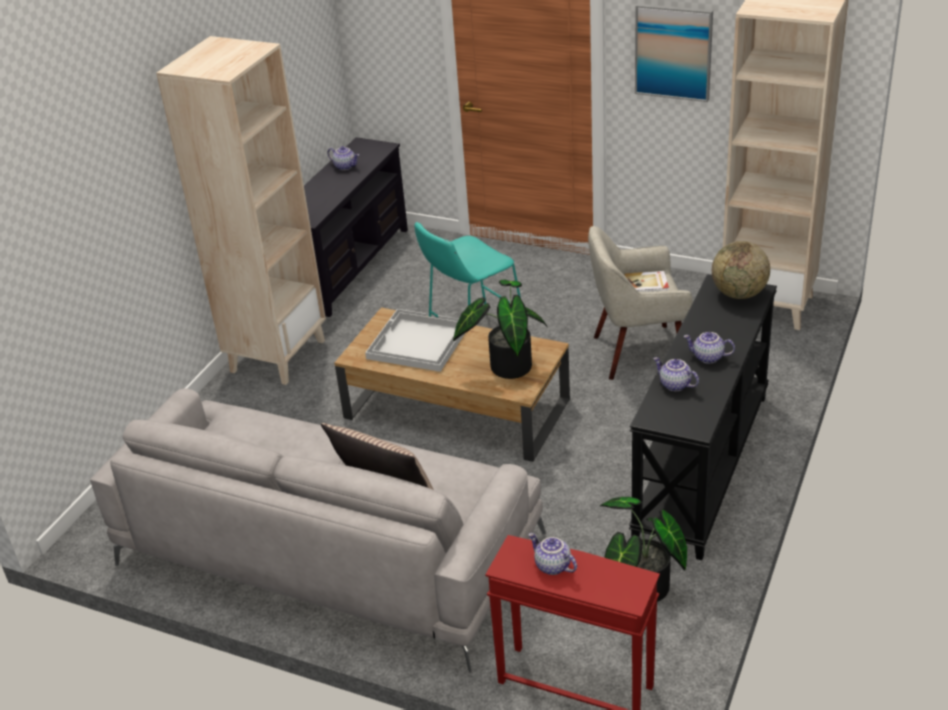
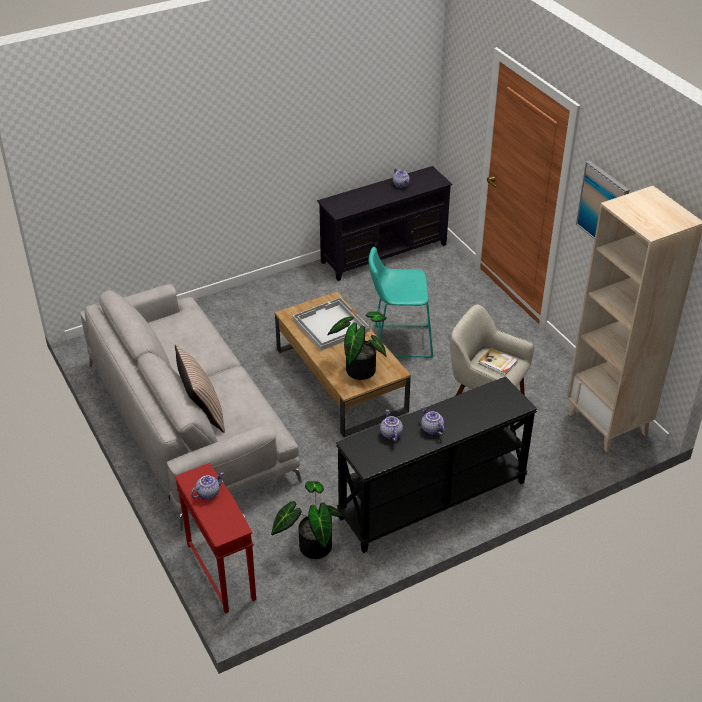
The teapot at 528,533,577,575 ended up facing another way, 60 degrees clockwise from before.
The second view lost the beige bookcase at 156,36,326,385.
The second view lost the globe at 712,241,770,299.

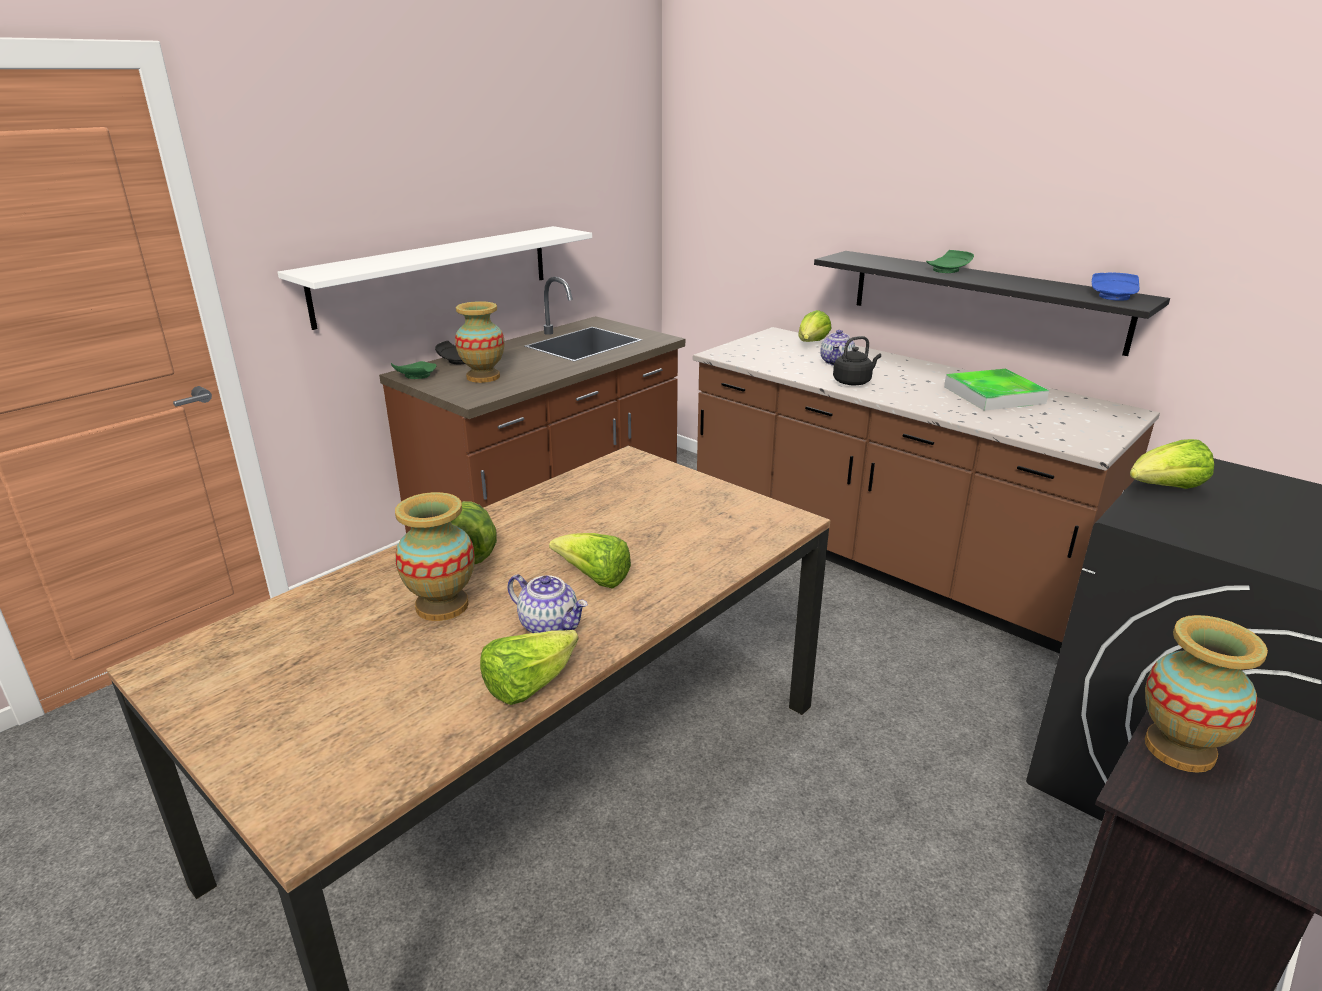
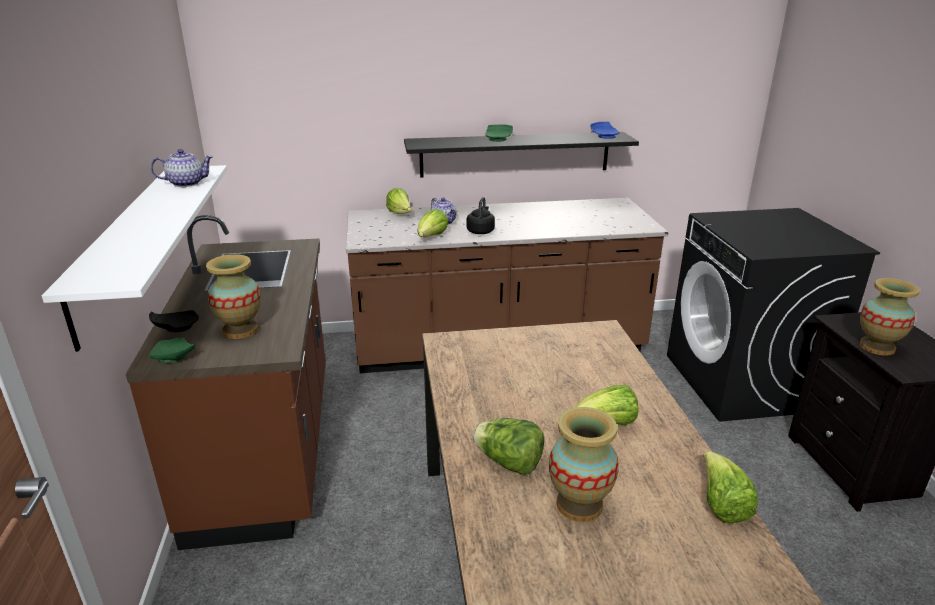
The teapot ended up elsewhere, having gone from 507,574,588,633 to 151,149,213,187.
The lettuce ended up elsewhere, having gone from 1130,439,1214,489 to 418,209,449,237.
The second view lost the tray at 944,369,1049,411.

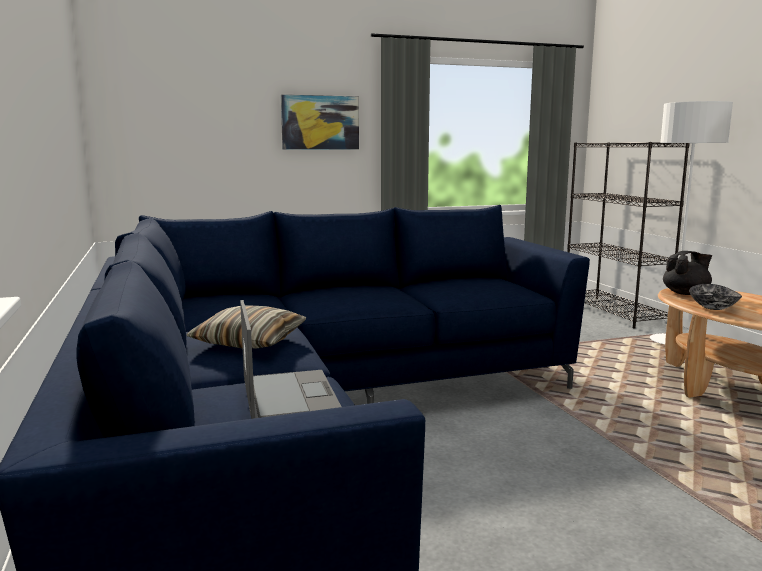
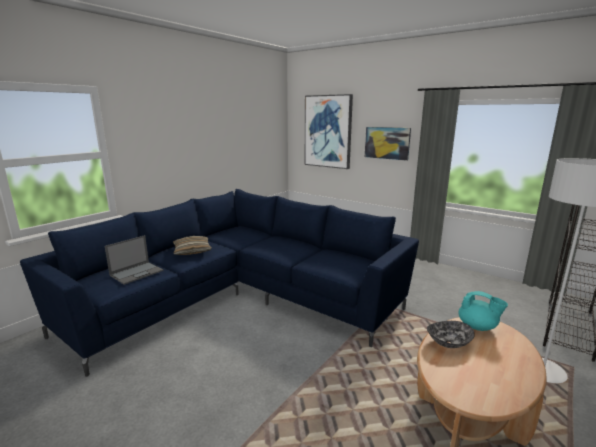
The second view gained the picture at 305,94,353,169.
What was the black teapot at 663,251,712,295 turned into the turquoise teapot at 458,291,508,331.

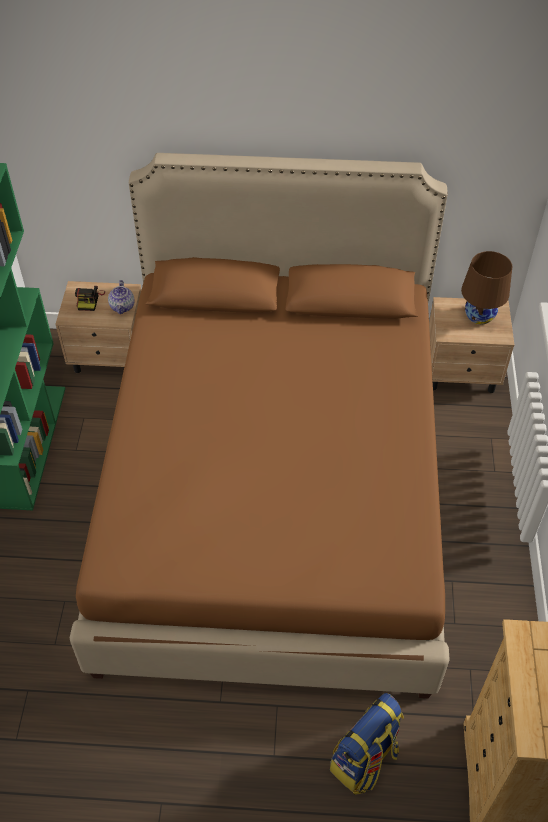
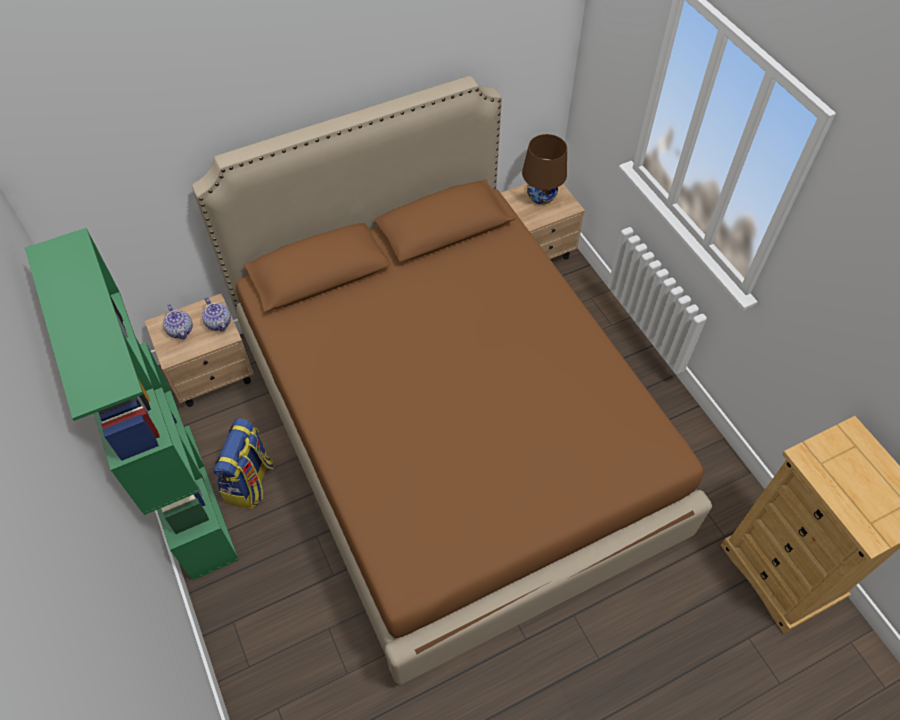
Where the photo camera stood at 75,286,105,311, the teapot came to stand at 163,304,193,340.
The backpack ended up elsewhere, having gone from 330,693,404,795 to 213,418,274,509.

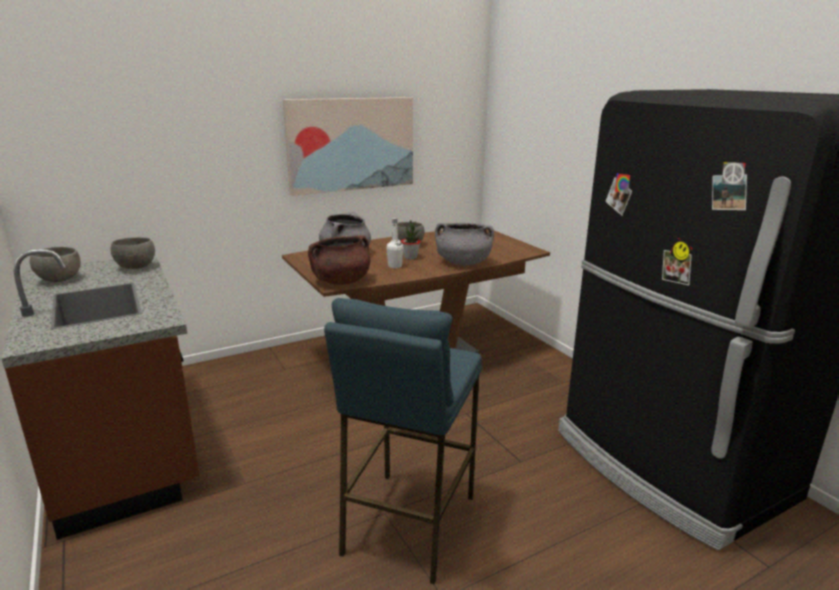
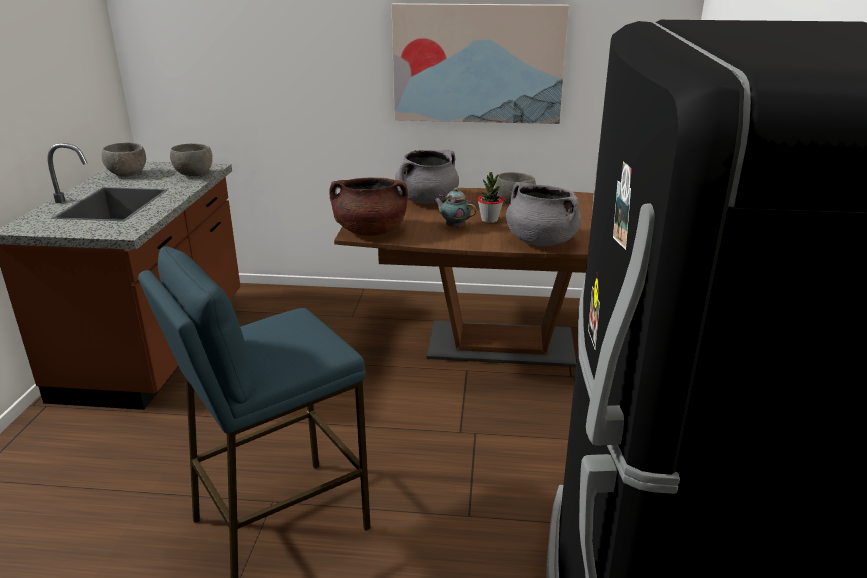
Where the white bottle stood at 386,218,403,268, the teapot came to stand at 434,188,477,228.

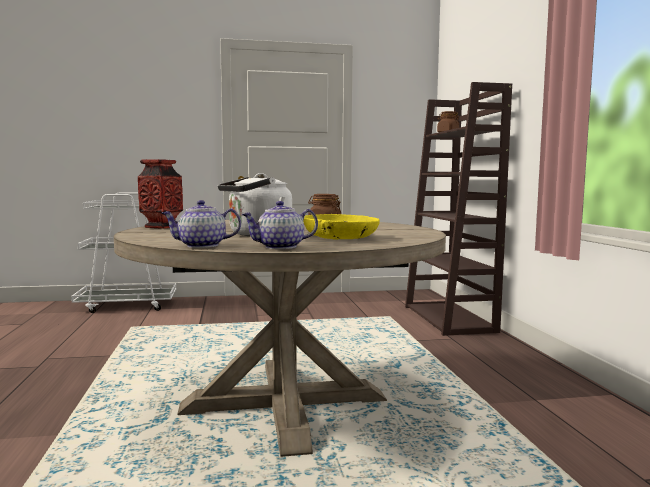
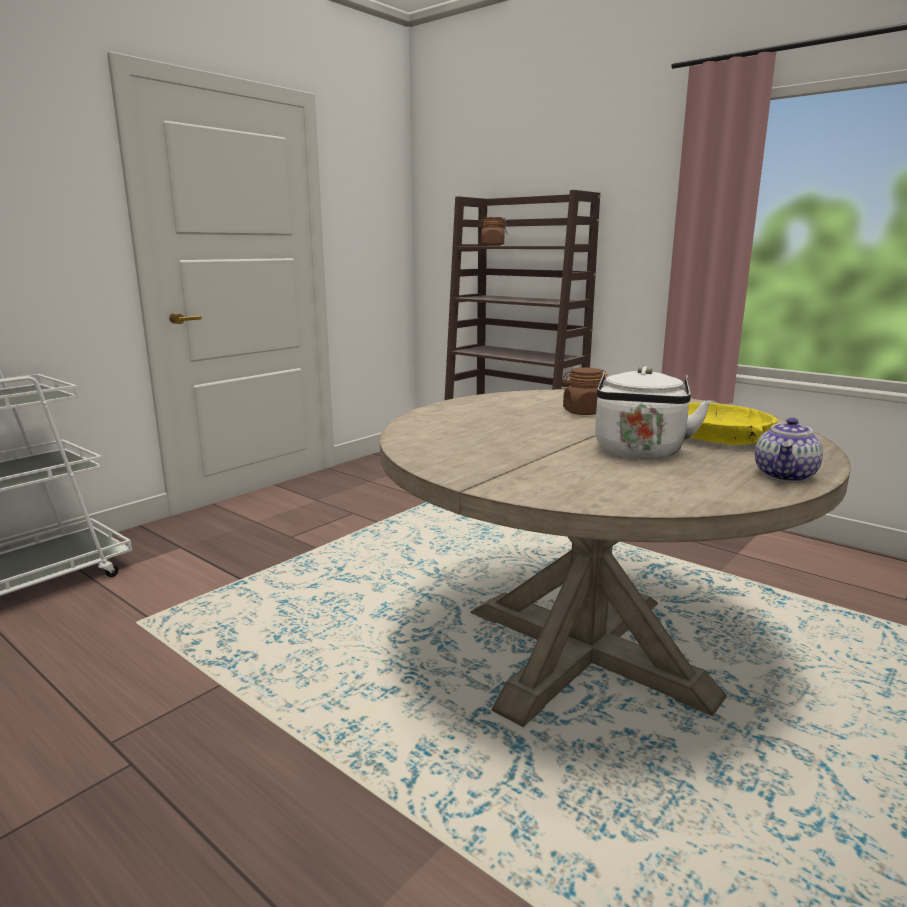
The second view lost the vase at 138,159,183,229.
The second view lost the teapot at 161,200,241,248.

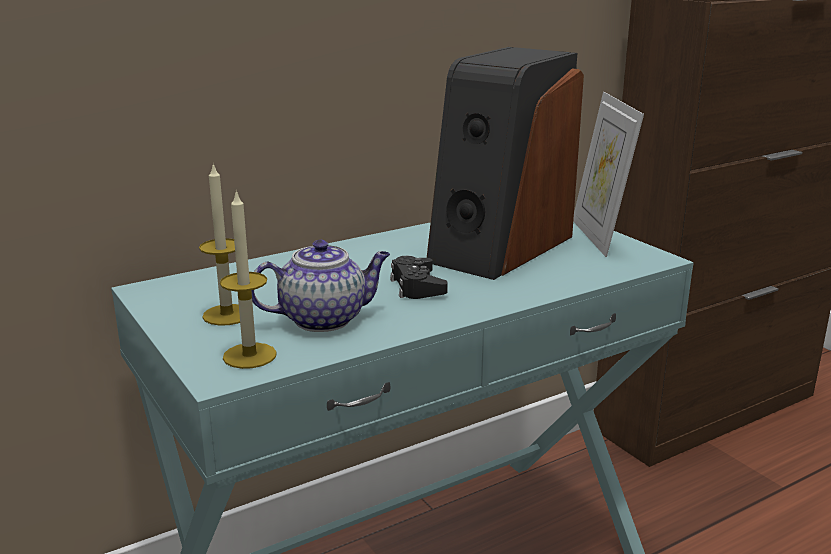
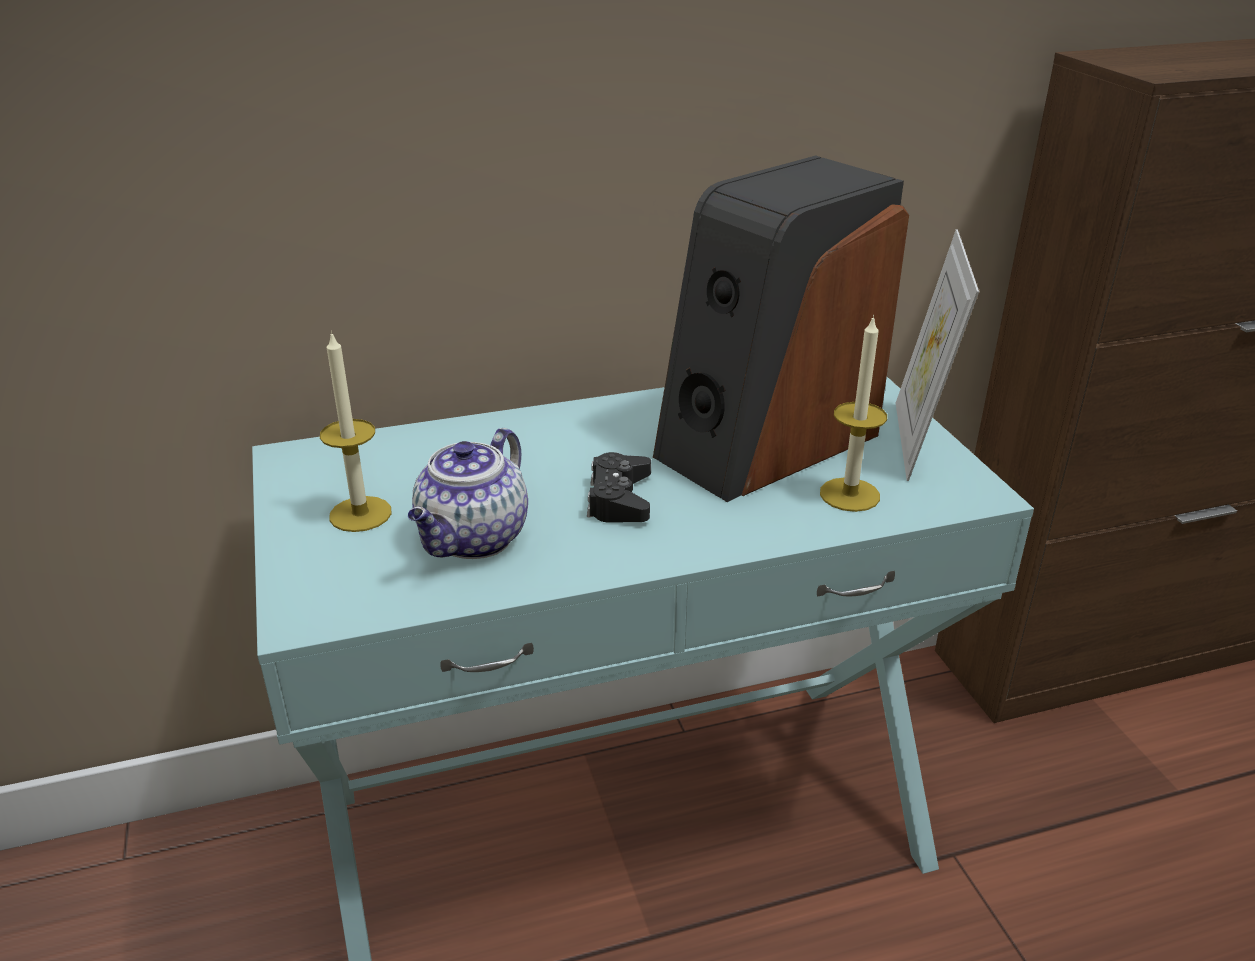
The teapot at 251,240,390,332 ended up facing another way, 120 degrees clockwise from before.
The candle ended up elsewhere, having gone from 220,190,277,369 to 820,315,887,512.

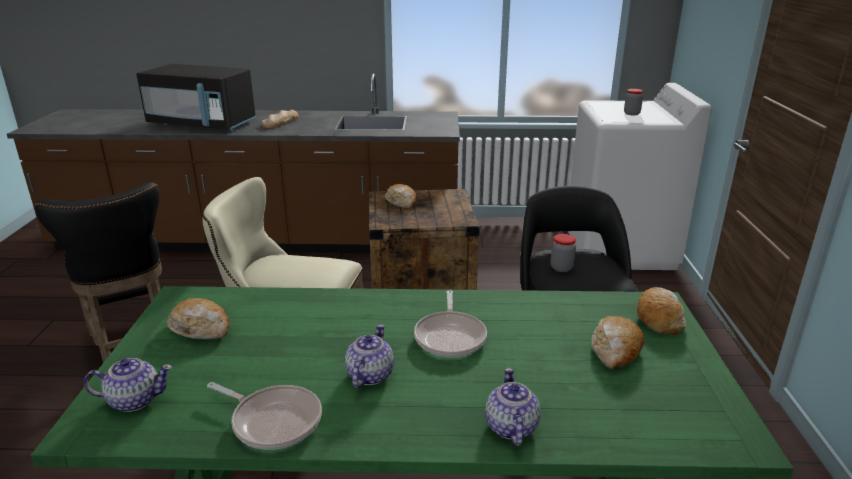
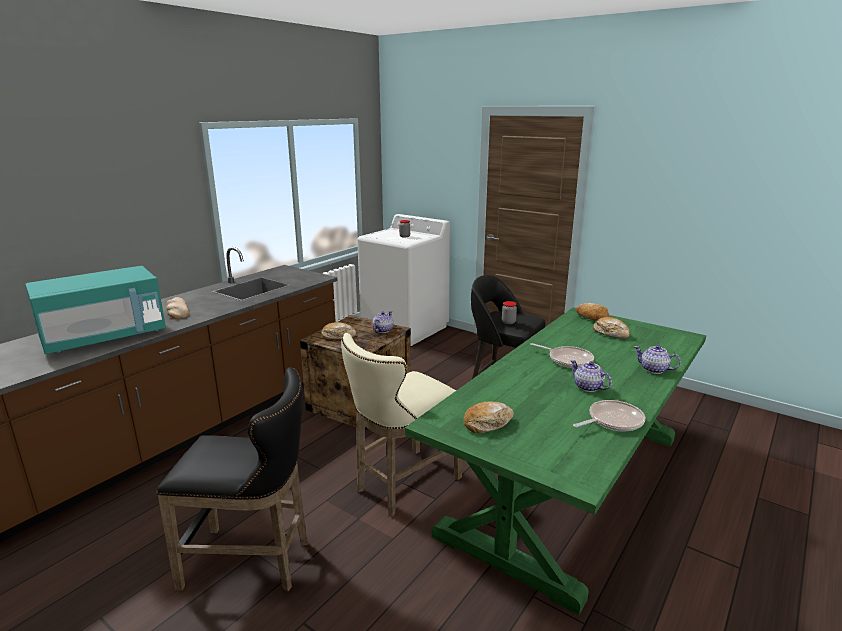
What was the black microwave at 136,64,256,131 turned into the turquoise microwave at 25,266,166,354.
The teapot ended up elsewhere, having gone from 84,358,172,412 to 373,311,393,333.

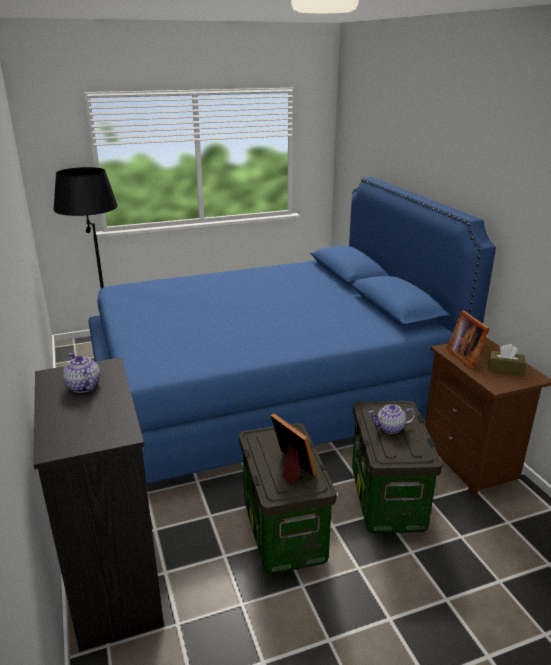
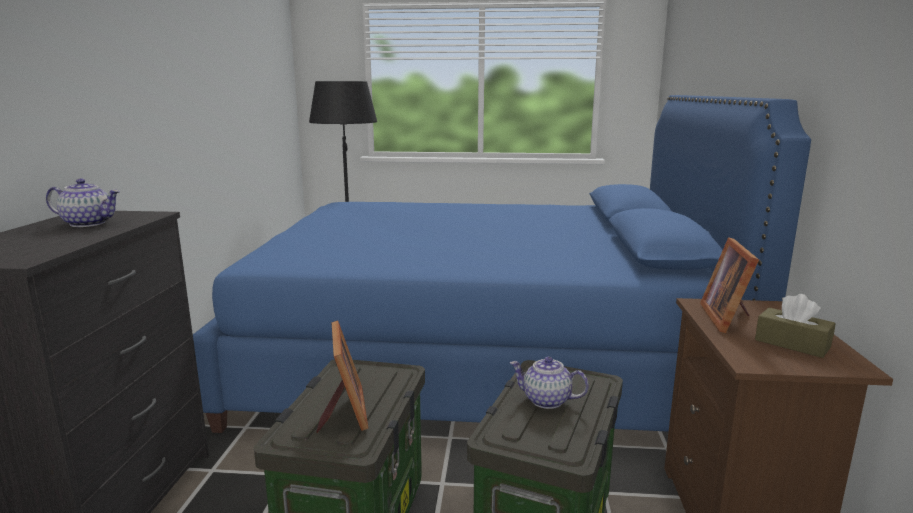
The teapot at 63,353,100,393 ended up facing another way, 105 degrees clockwise from before.

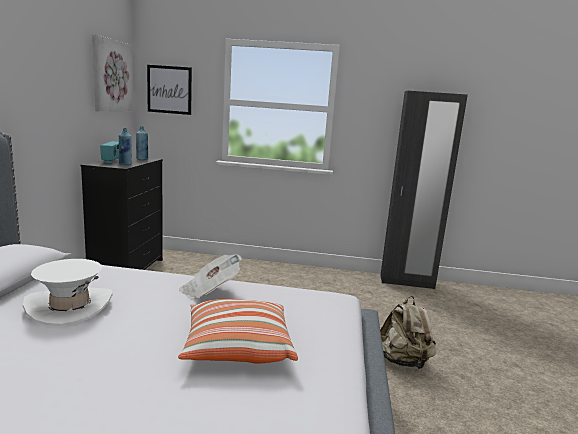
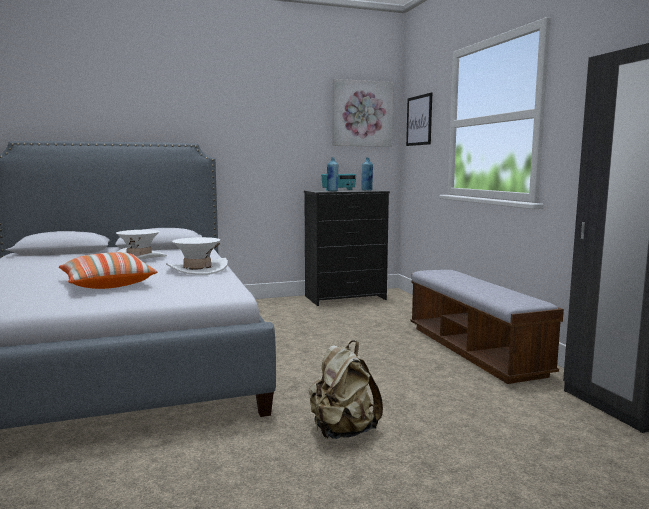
Where the newspaper stood at 179,254,242,299, the white hat came to stand at 166,237,228,275.
The second view gained the bench at 411,270,564,384.

